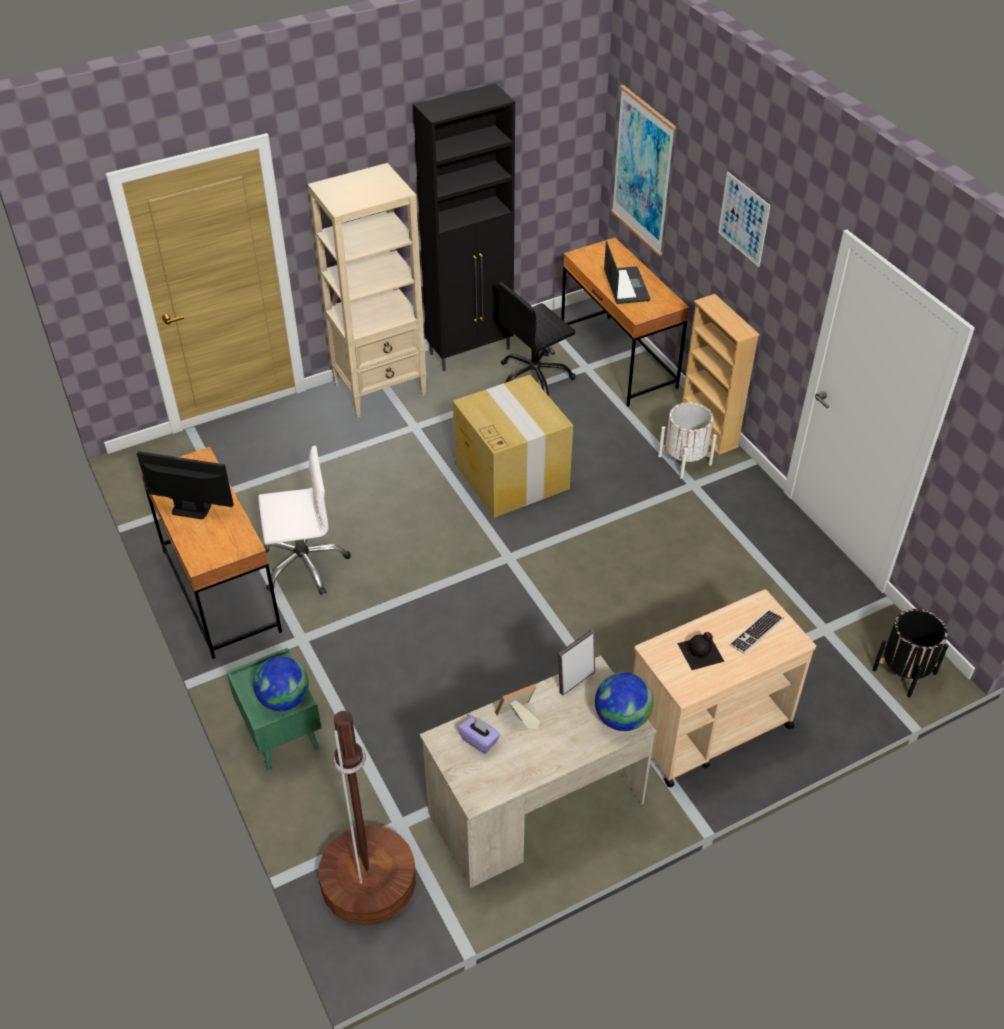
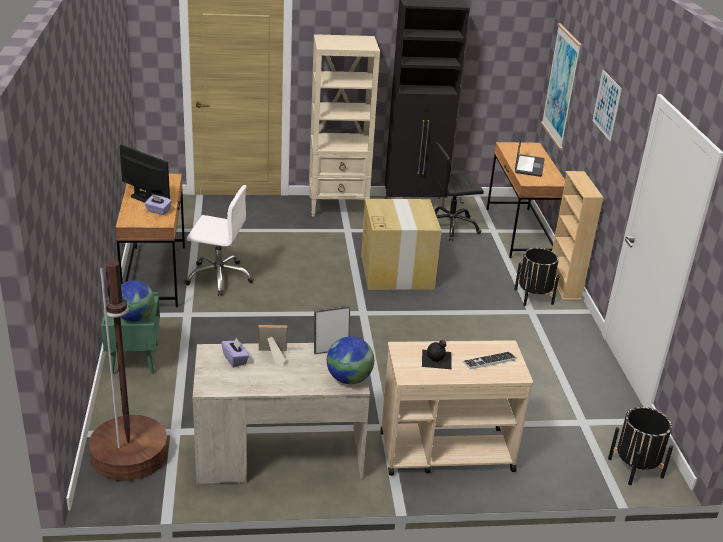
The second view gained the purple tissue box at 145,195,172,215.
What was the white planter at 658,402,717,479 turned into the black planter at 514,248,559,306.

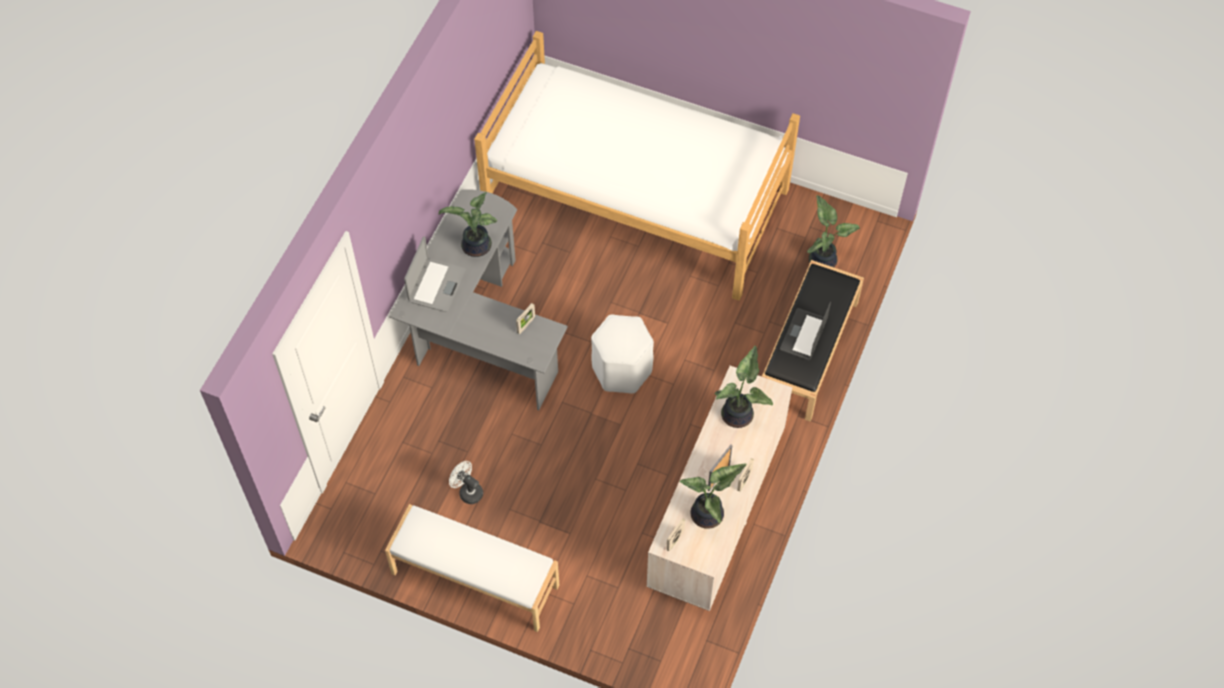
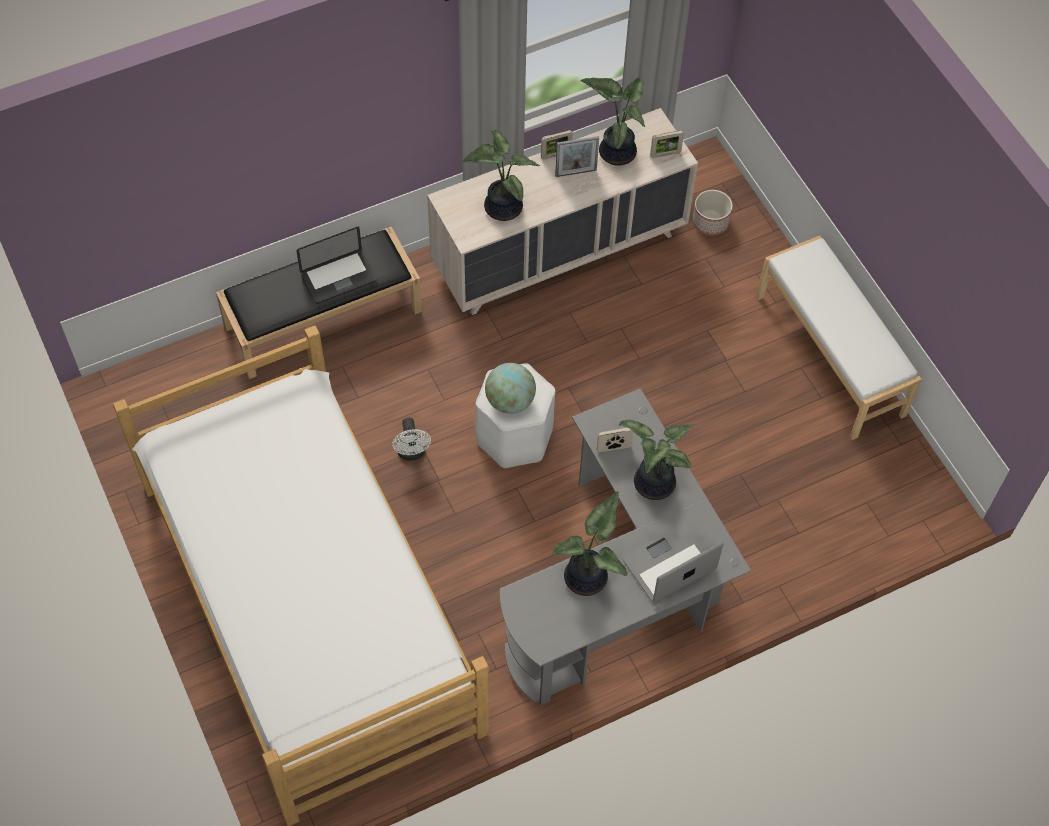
The white fan ended up elsewhere, having gone from 449,461,483,504 to 392,417,431,461.
The second view gained the globe at 485,363,536,414.
The potted plant ended up elsewhere, having gone from 807,195,859,267 to 619,420,694,500.
The second view gained the planter at 692,190,733,235.

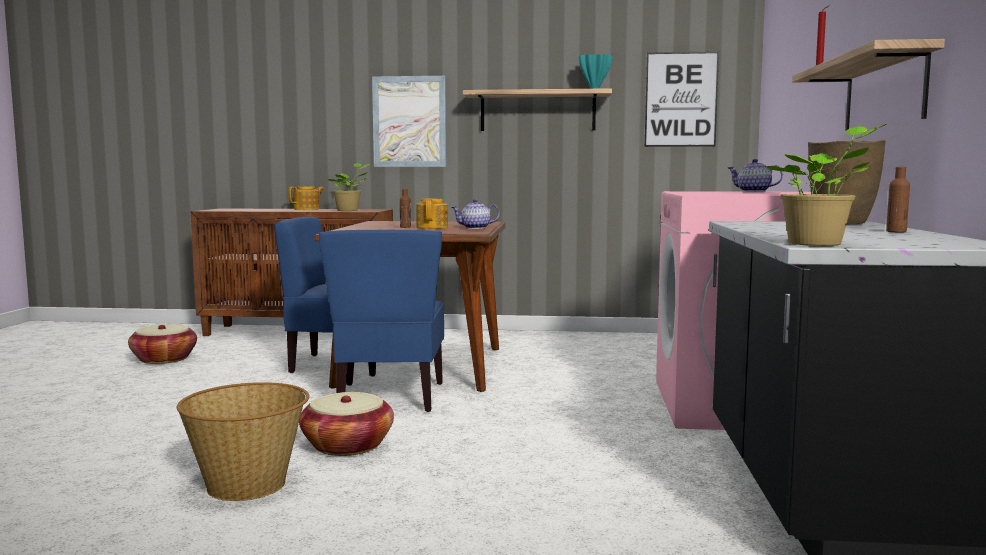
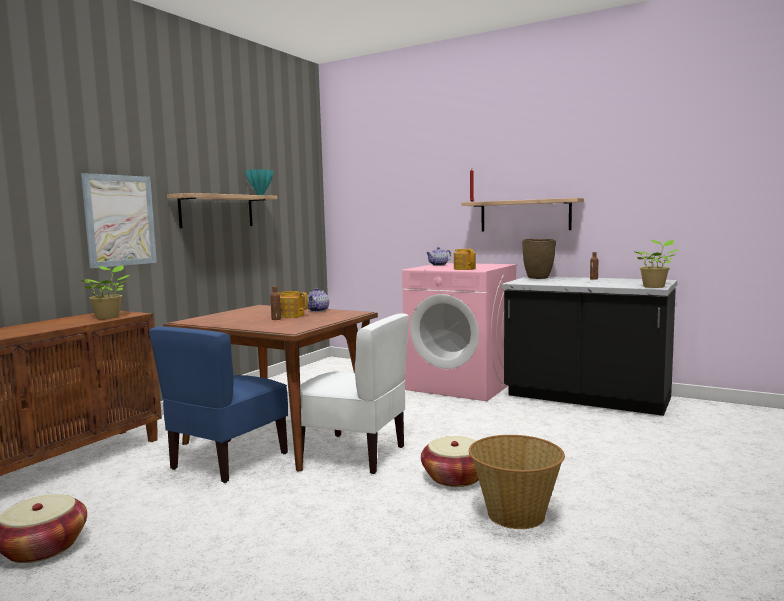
What was the blue chair at 319,230,444,412 turned into the white chair at 300,313,409,474.
The teapot ended up elsewhere, having gone from 288,186,324,210 to 454,249,476,270.
The second view lost the picture at 644,51,719,147.

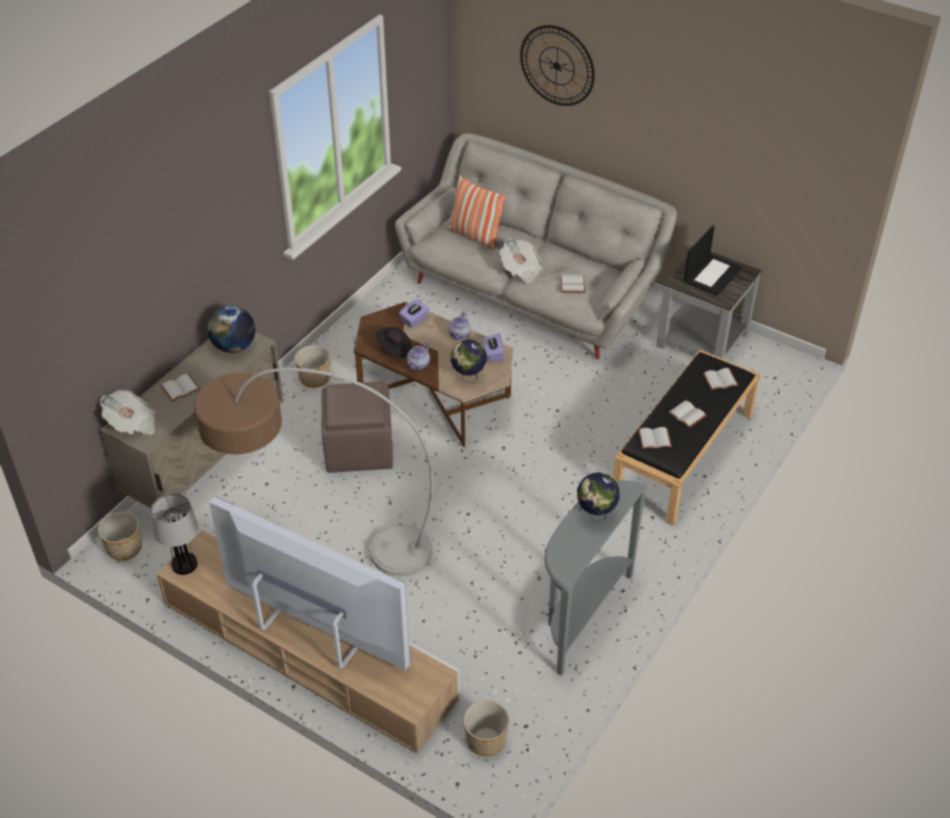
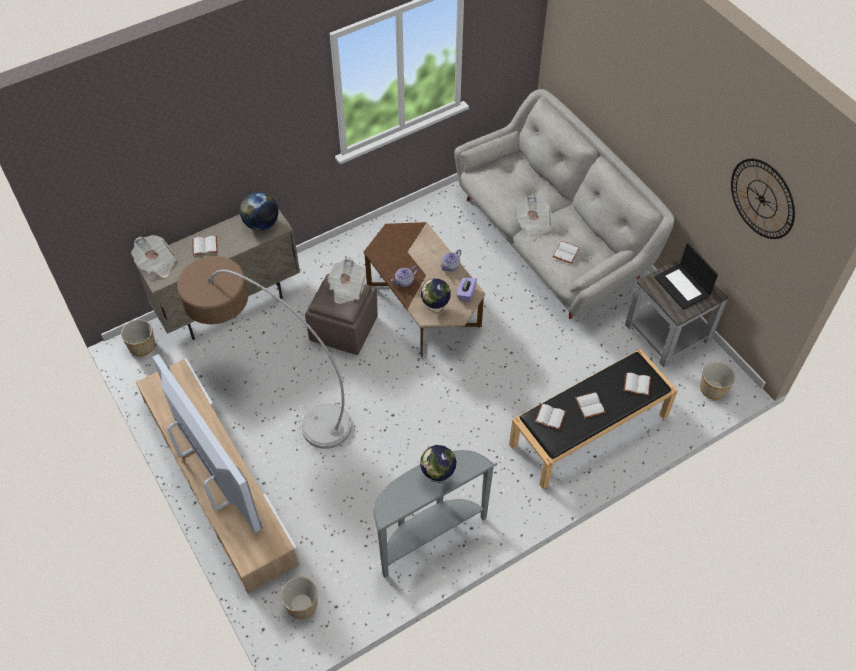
The second view gained the newspaper at 328,258,366,304.
The laptop at 684,225,742,296 ended up facing another way, 90 degrees clockwise from before.
The planter ended up elsewhere, having gone from 295,345,331,388 to 700,362,735,400.
The wall clock ended up elsewhere, having gone from 520,25,595,106 to 731,159,795,239.
The second view lost the table lamp at 151,493,198,575.
The second view lost the black hat at 376,327,412,357.
The second view lost the purple tissue box at 399,299,429,328.
The second view lost the pillow at 447,175,507,250.

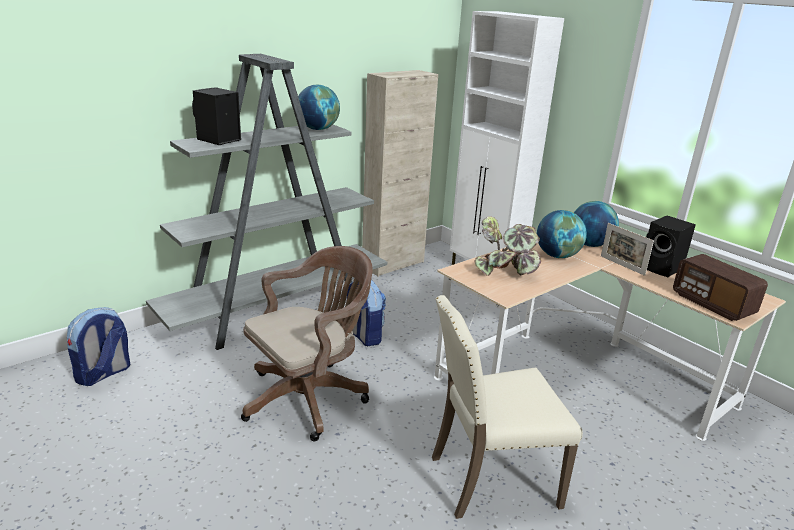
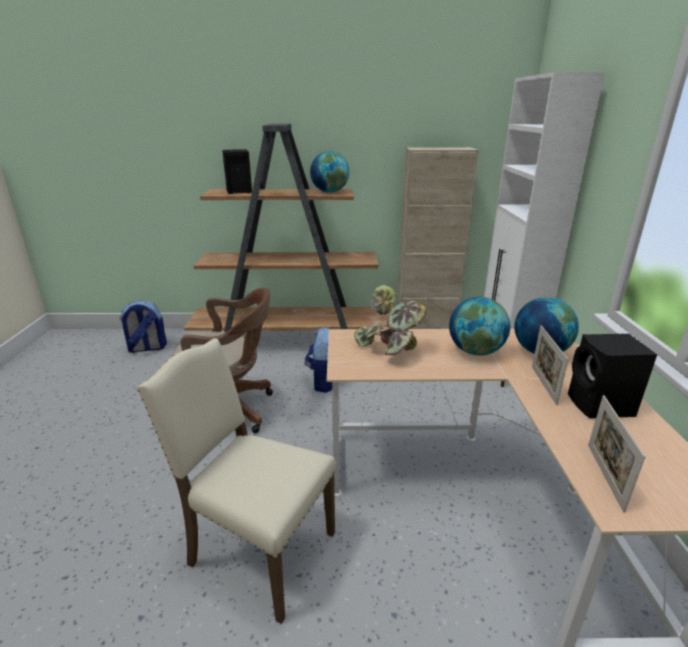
What was the grey bookcase at 146,54,387,350 turned into the brown bookcase at 184,123,389,332.
Where the radio stood at 673,254,768,321, the picture frame came to stand at 588,395,646,513.

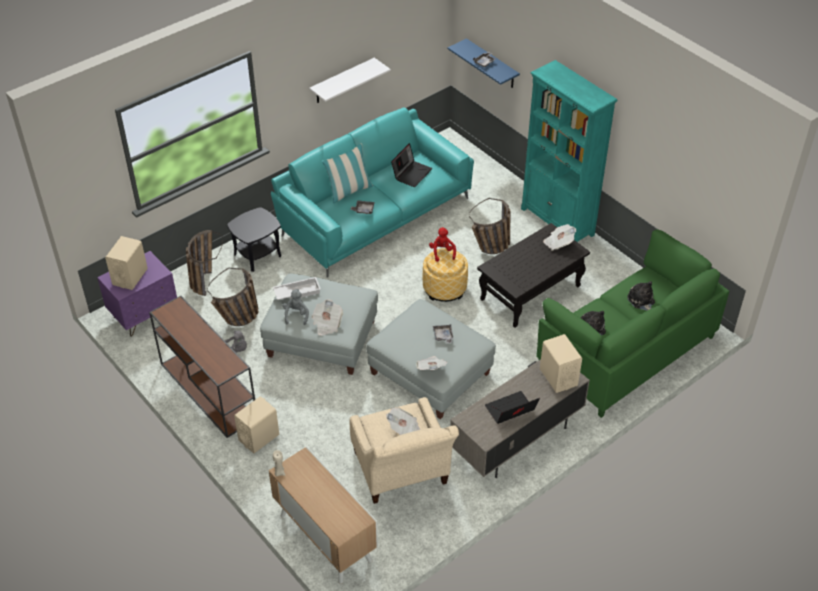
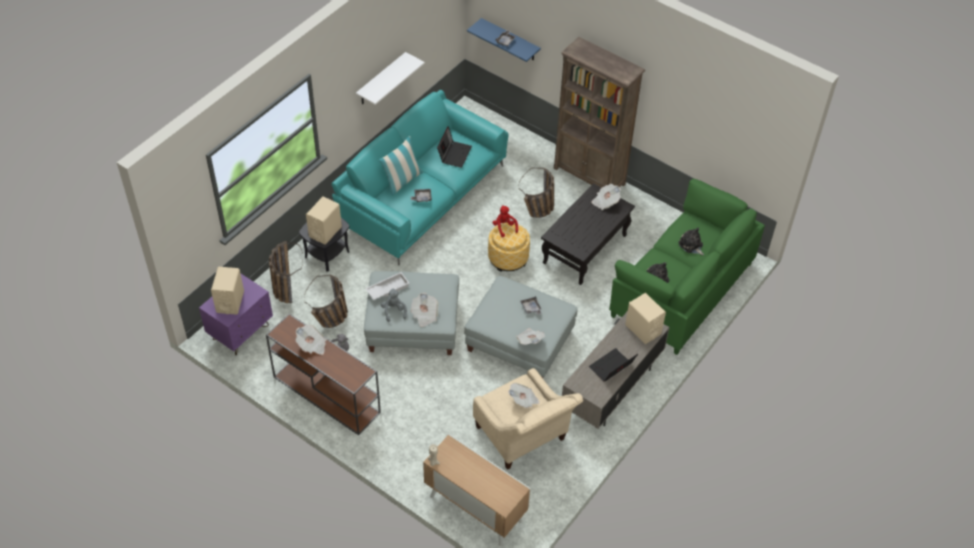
The second view gained the newspaper at 296,325,327,355.
The beige speaker ended up elsewhere, having gone from 234,396,279,454 to 306,196,342,245.
What was the turquoise bookcase at 521,60,618,242 turned into the brown bookcase at 554,37,645,188.

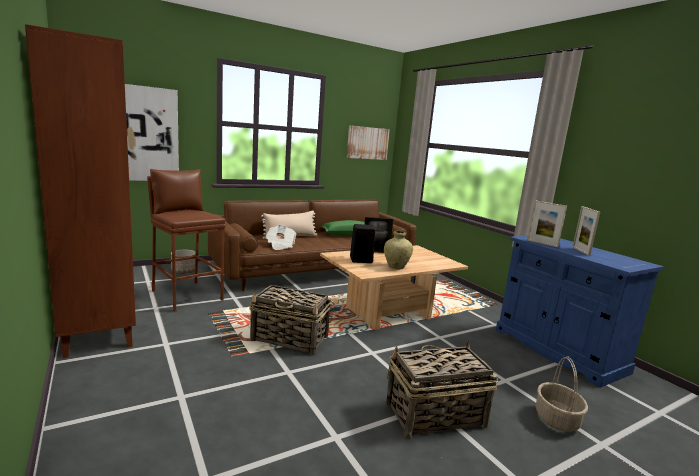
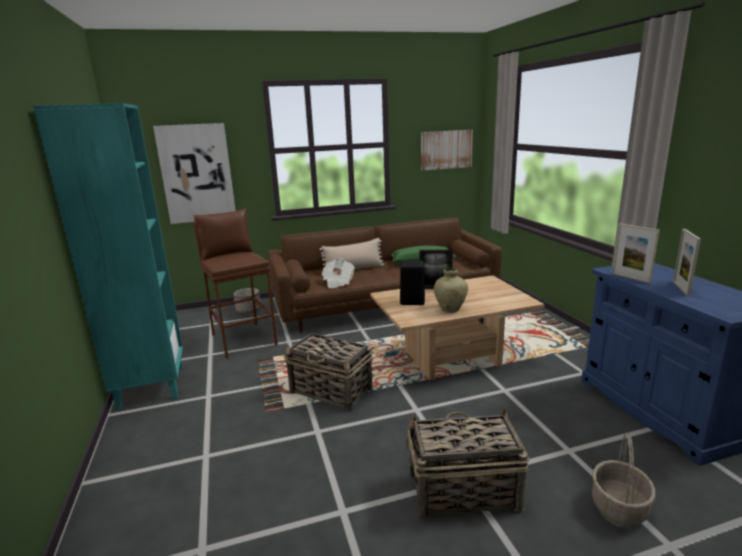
What was the brown bookcase at 25,24,136,358 turned into the turquoise bookcase at 33,103,183,410.

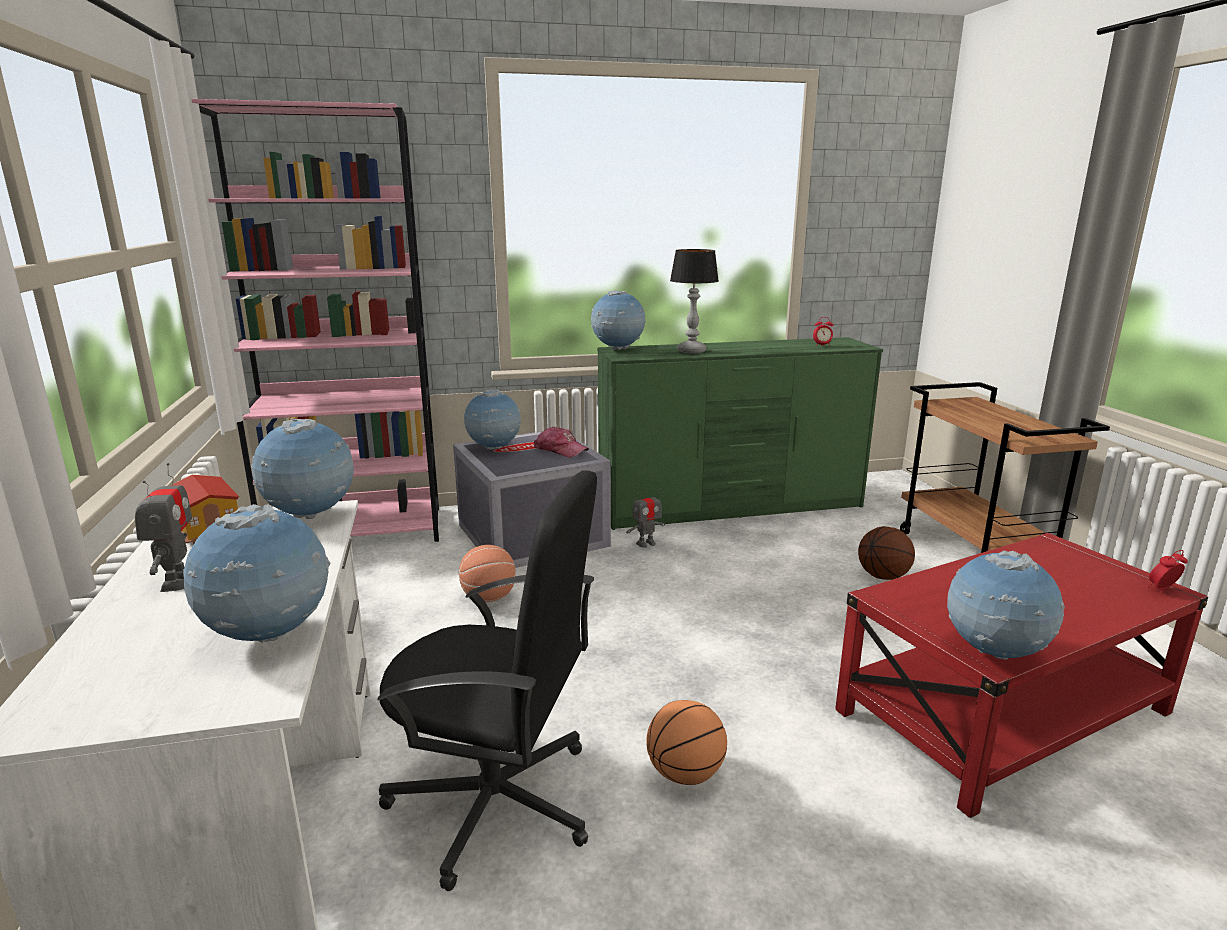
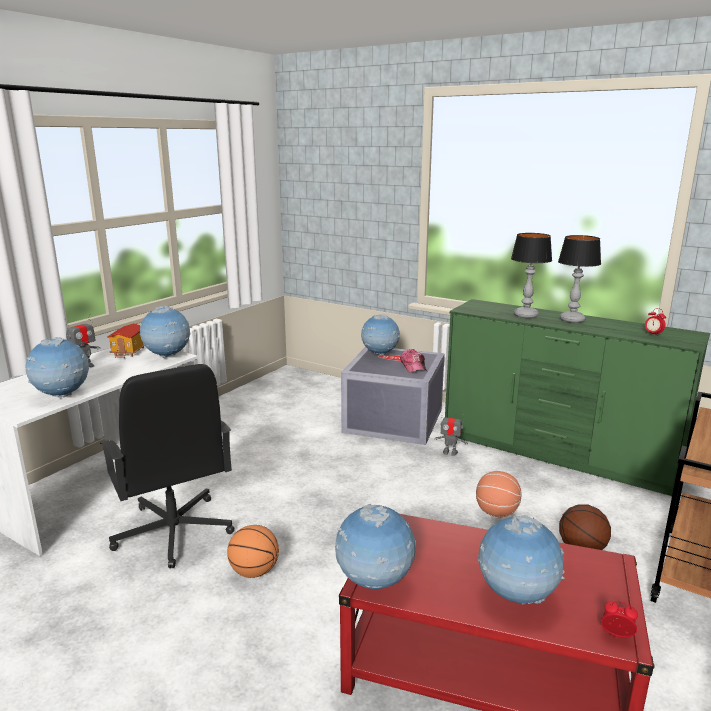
The basketball ended up elsewhere, having gone from 459,545,516,602 to 476,471,522,517.
The globe ended up elsewhere, having gone from 591,290,646,350 to 478,515,565,604.
The second view gained the table lamp at 558,235,601,323.
The second view lost the pink bookcase at 191,99,439,542.

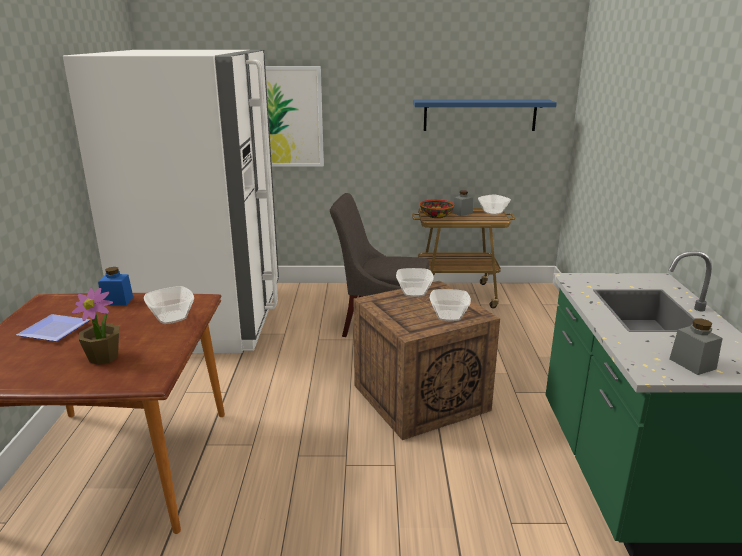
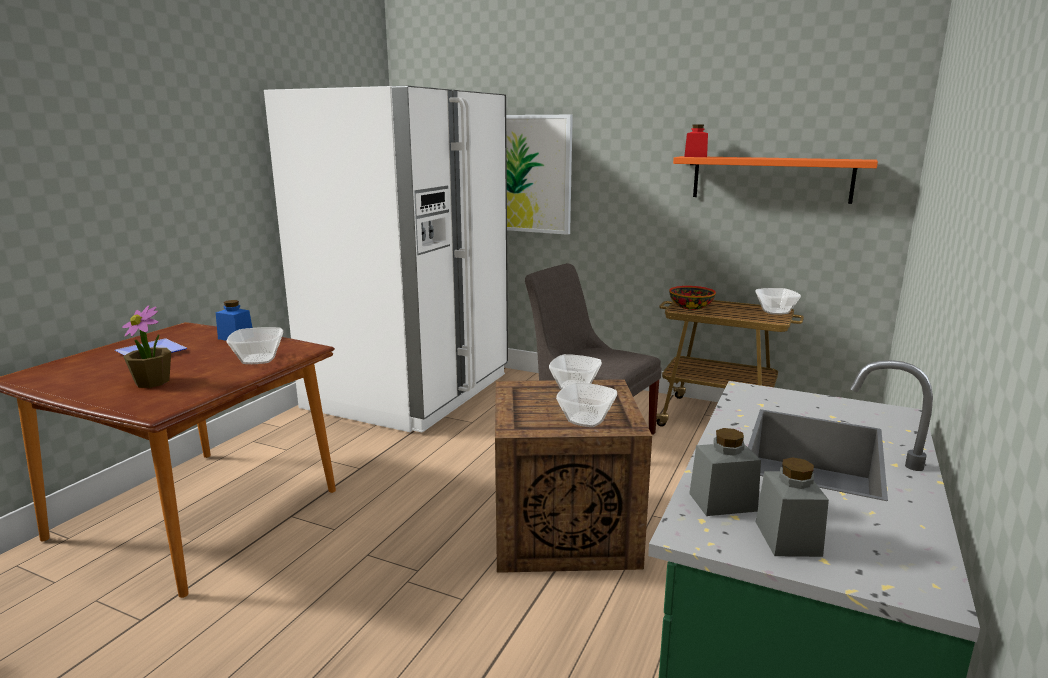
What was the blue shelf at 413,99,557,131 turned into the orange shelf at 673,156,878,204.
The second view gained the red jar at 684,125,708,157.
The grey jar ended up elsewhere, having gone from 452,190,473,216 to 689,428,761,516.

